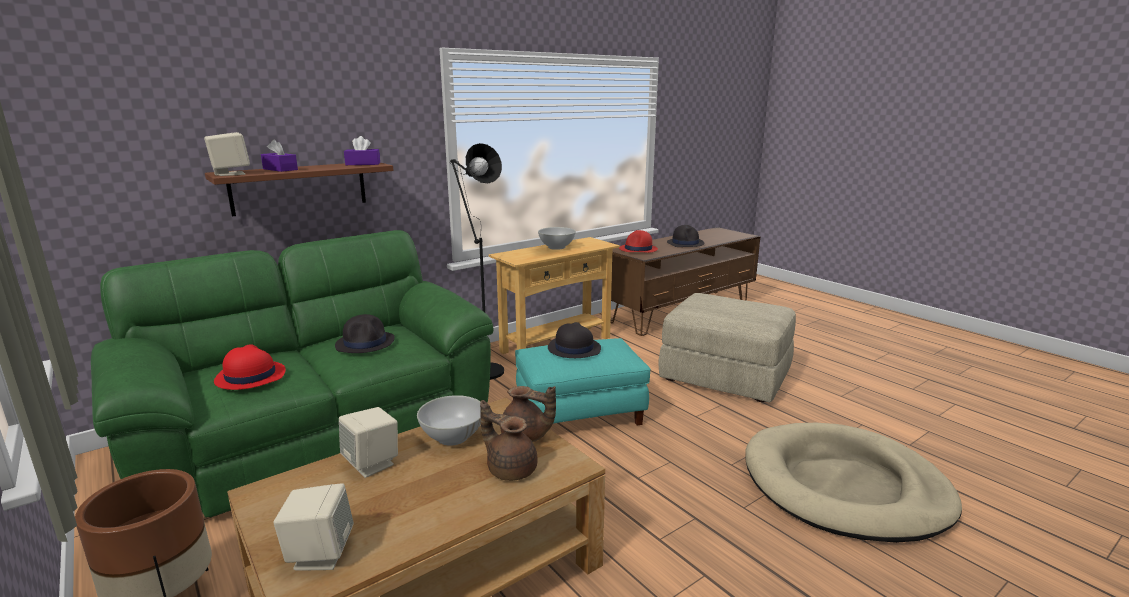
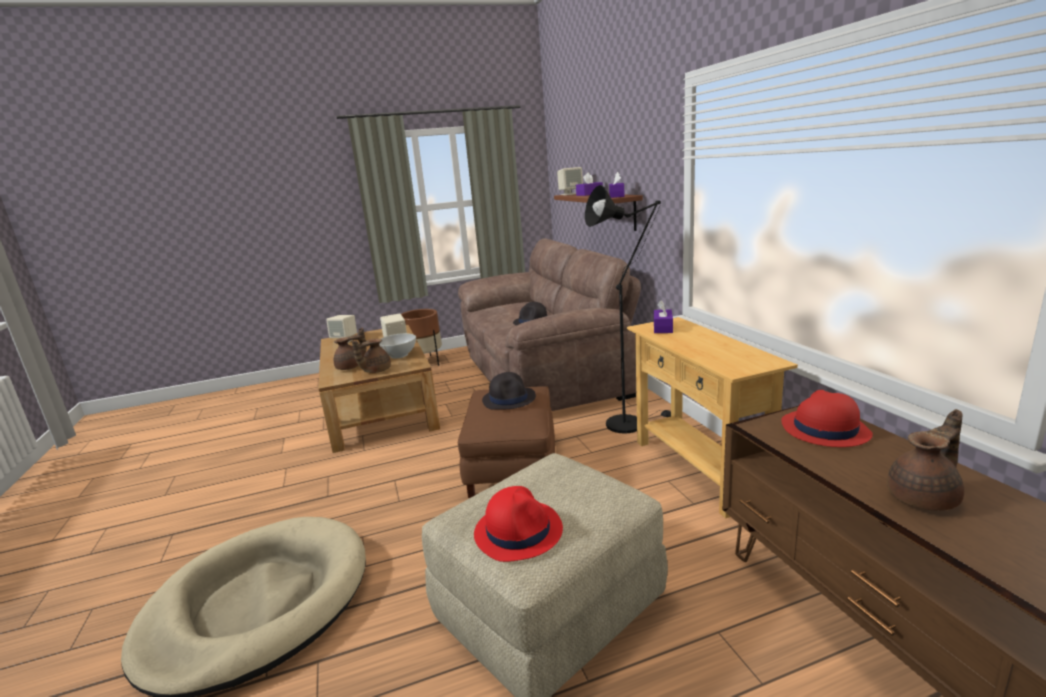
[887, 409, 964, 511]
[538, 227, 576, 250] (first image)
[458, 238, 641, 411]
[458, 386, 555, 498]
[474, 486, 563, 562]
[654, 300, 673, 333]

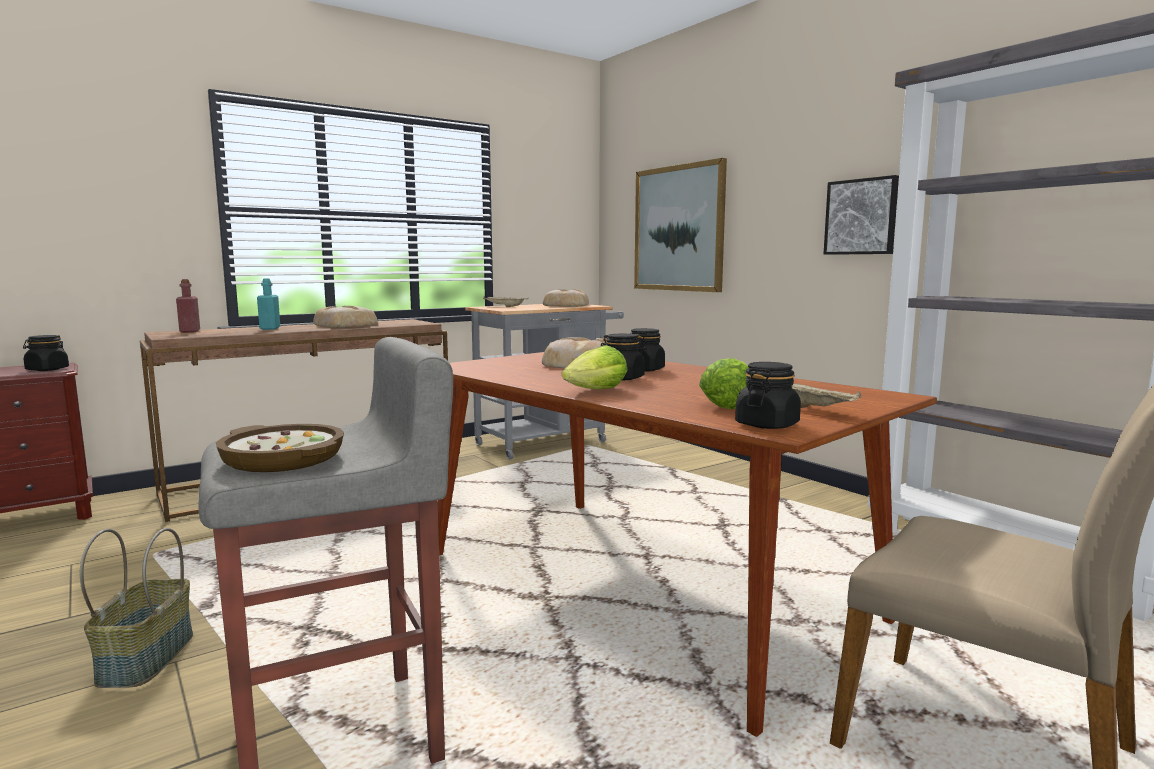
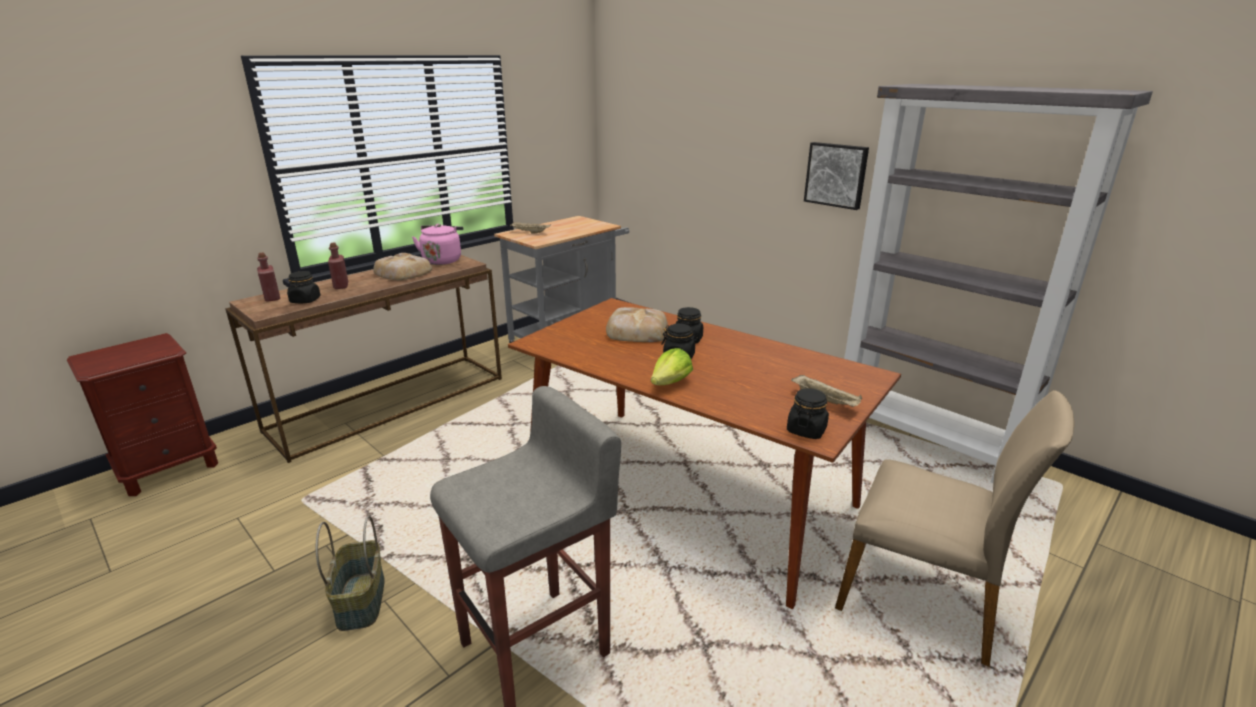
[634, 158, 727, 292] (first image)
[328, 242, 348, 289]
[543, 289, 589, 307] (first image)
[287, 271, 321, 303]
[699, 358, 749, 409] (first image)
[216, 424, 344, 472] (first image)
[412, 224, 463, 265]

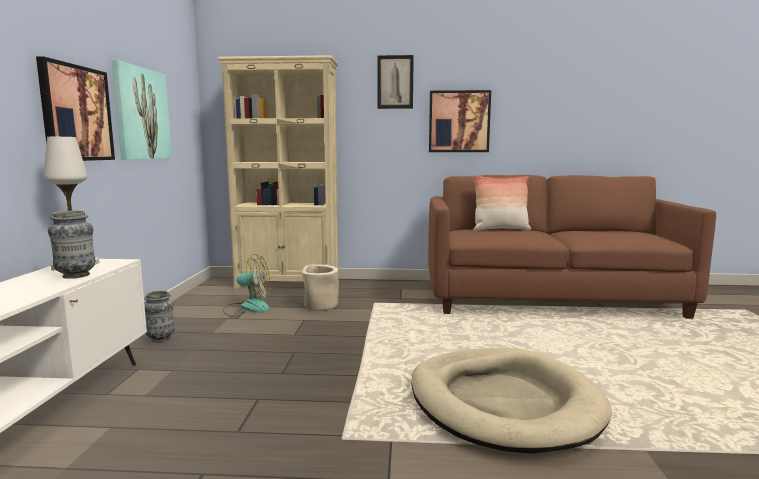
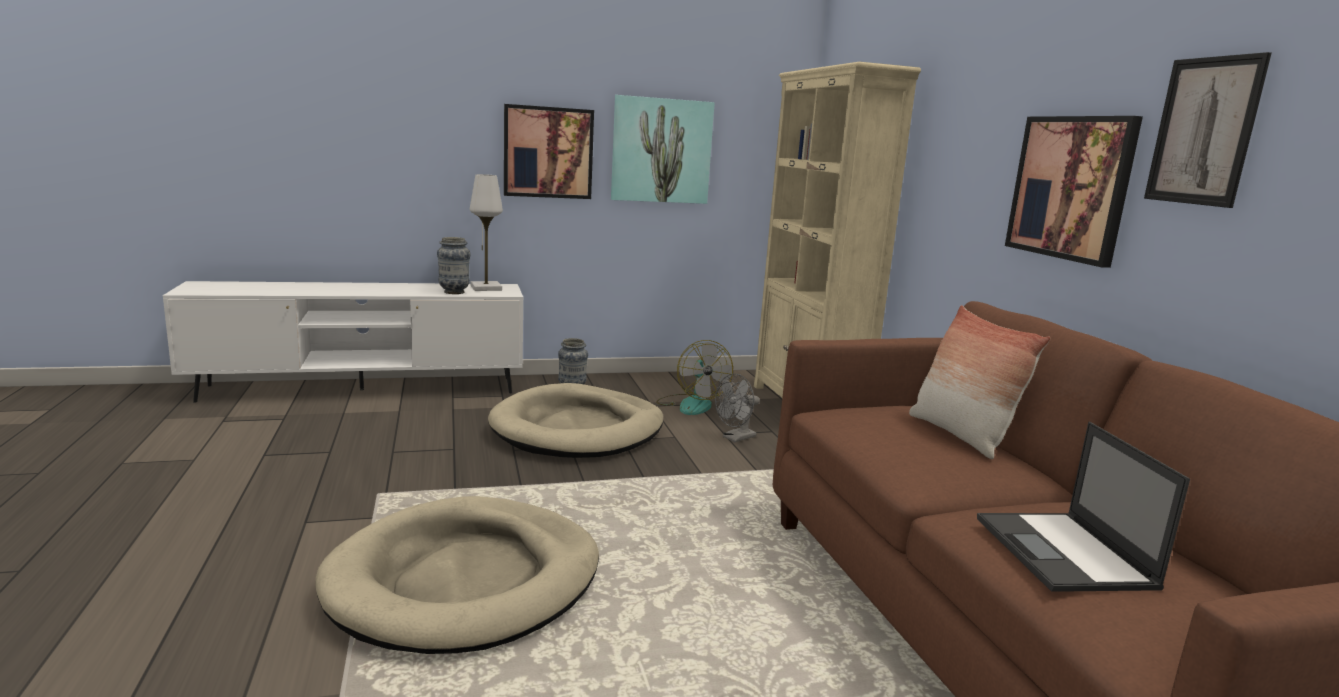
[1144, 52, 1271, 208]
[715, 374, 760, 442]
[488, 383, 663, 458]
[977, 422, 1190, 592]

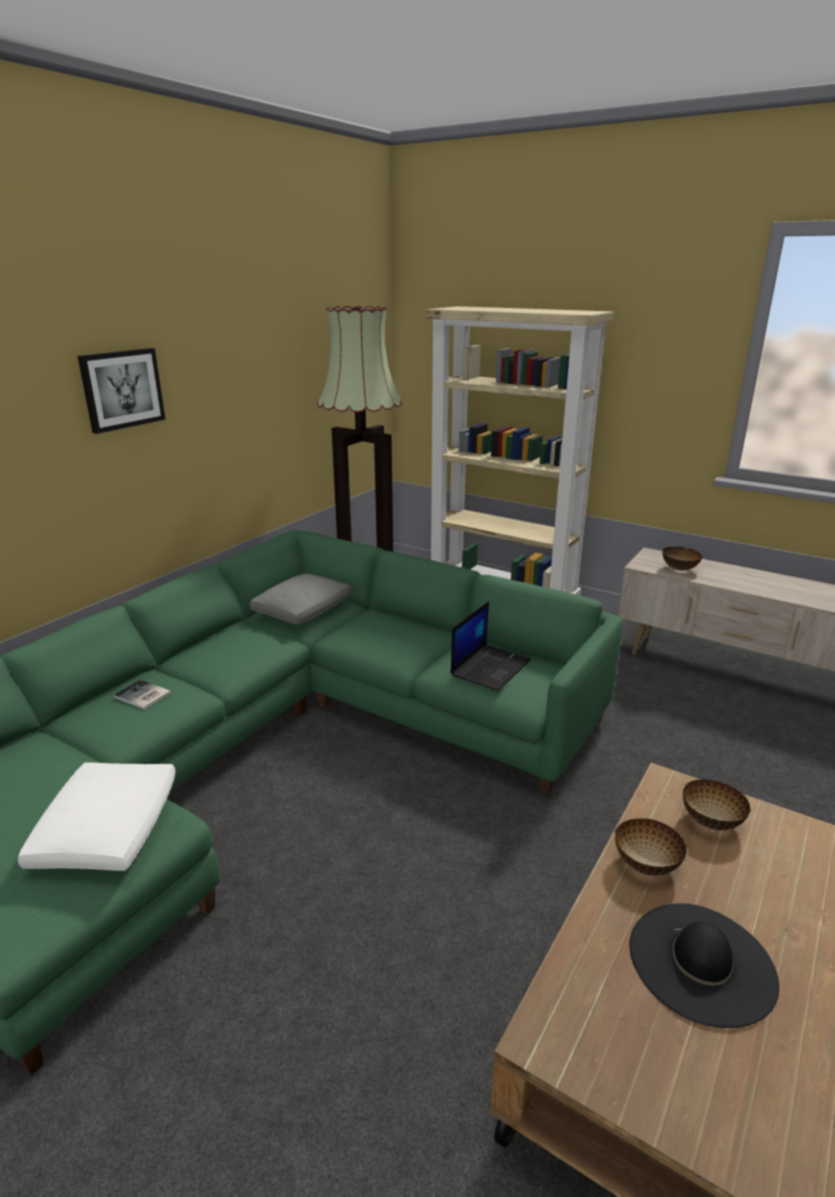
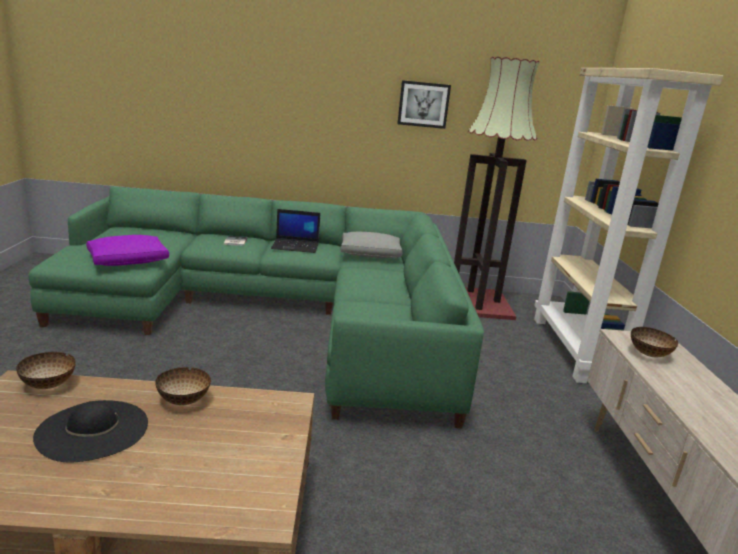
[397, 80, 451, 129]
[271, 209, 320, 253]
[86, 235, 169, 266]
[16, 352, 76, 389]

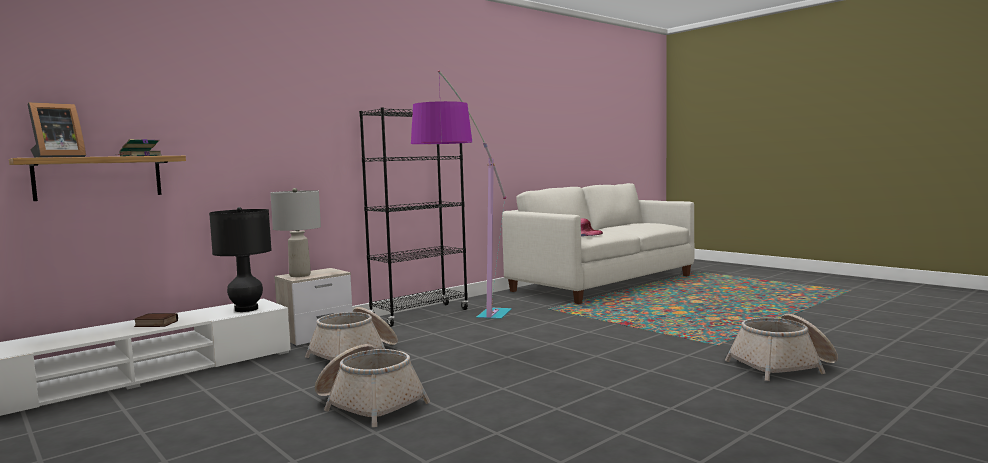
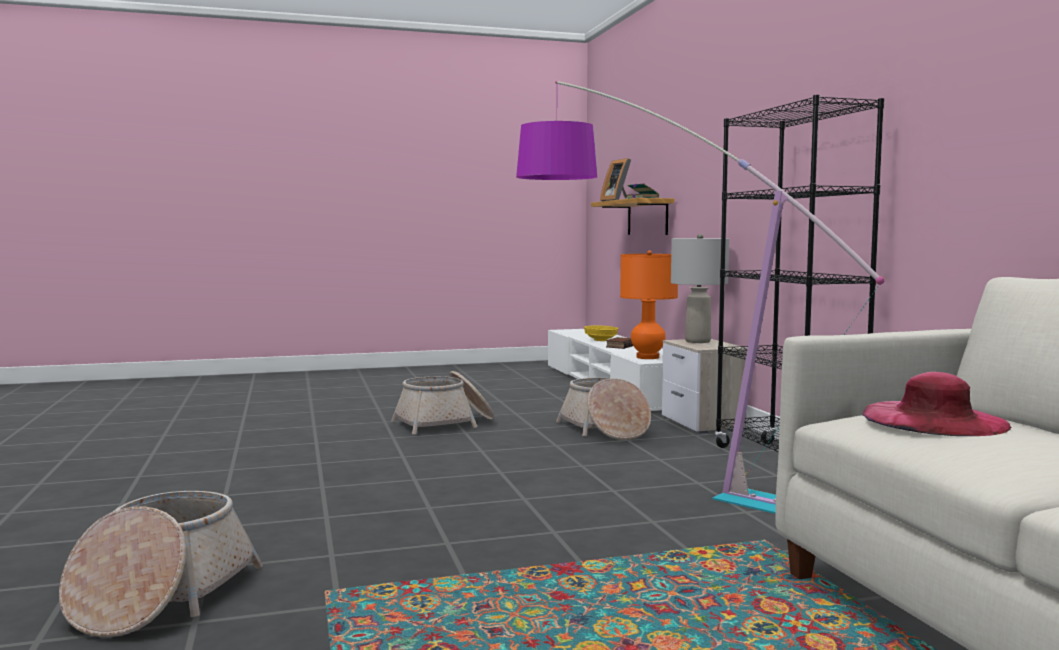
[620, 250, 678, 359]
[584, 326, 618, 341]

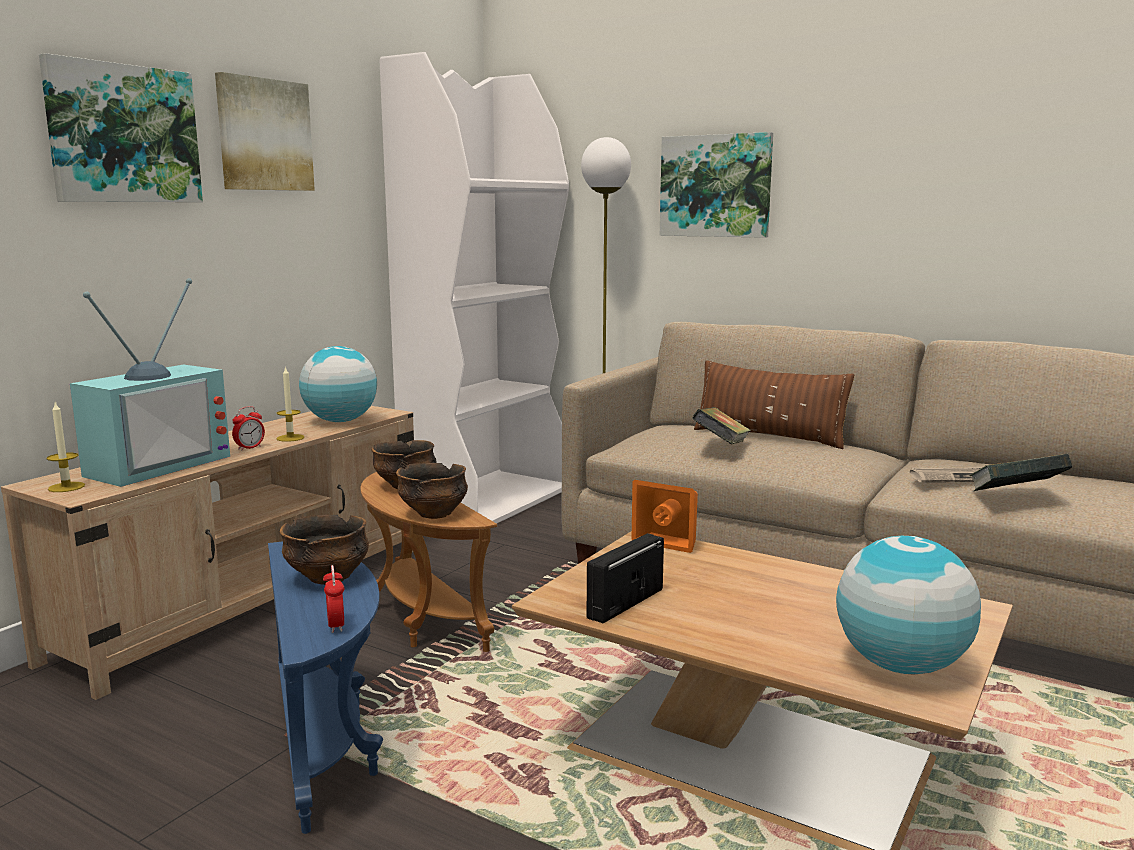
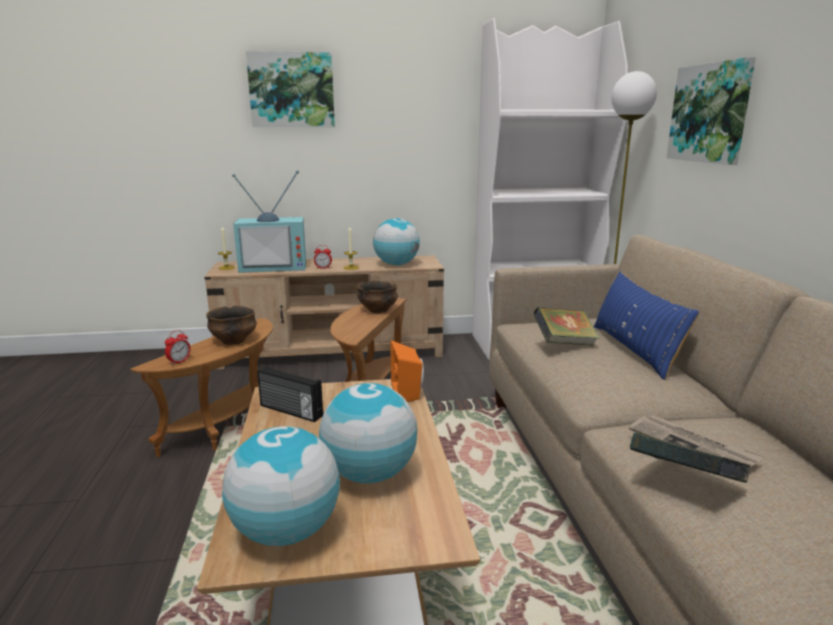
[215, 72, 315, 191] (first image)
[594, 271, 700, 380]
[396, 463, 468, 519] (first image)
[257, 366, 323, 422]
[130, 318, 273, 457]
[319, 383, 417, 483]

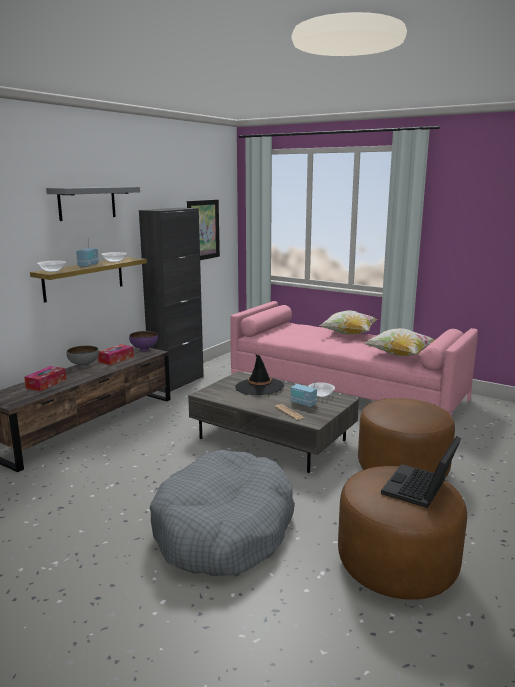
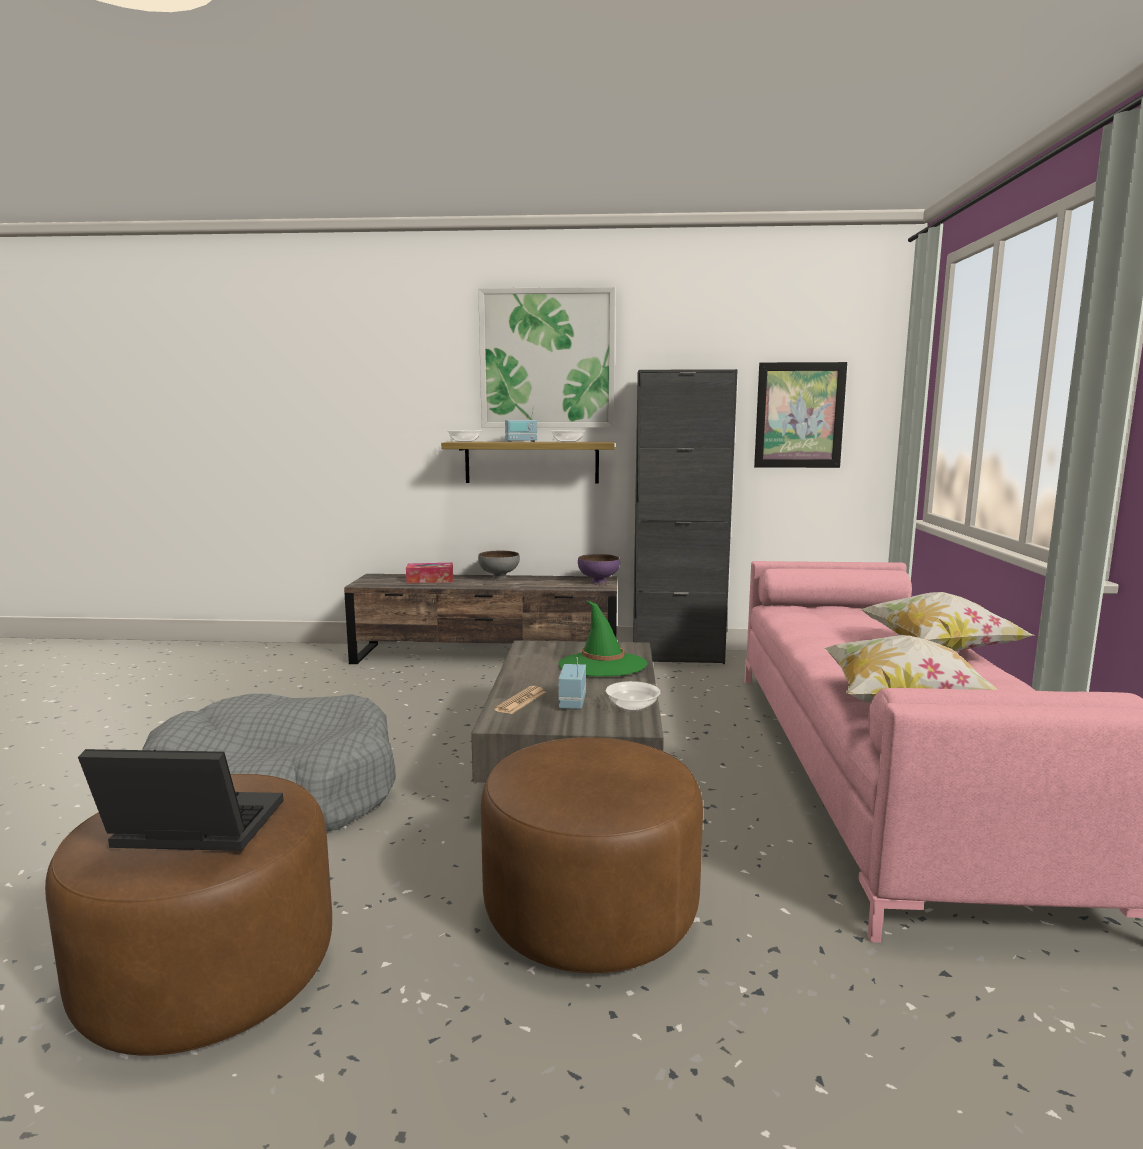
[478, 287, 615, 428]
[98, 344, 134, 365] (first image)
[558, 601, 648, 676]

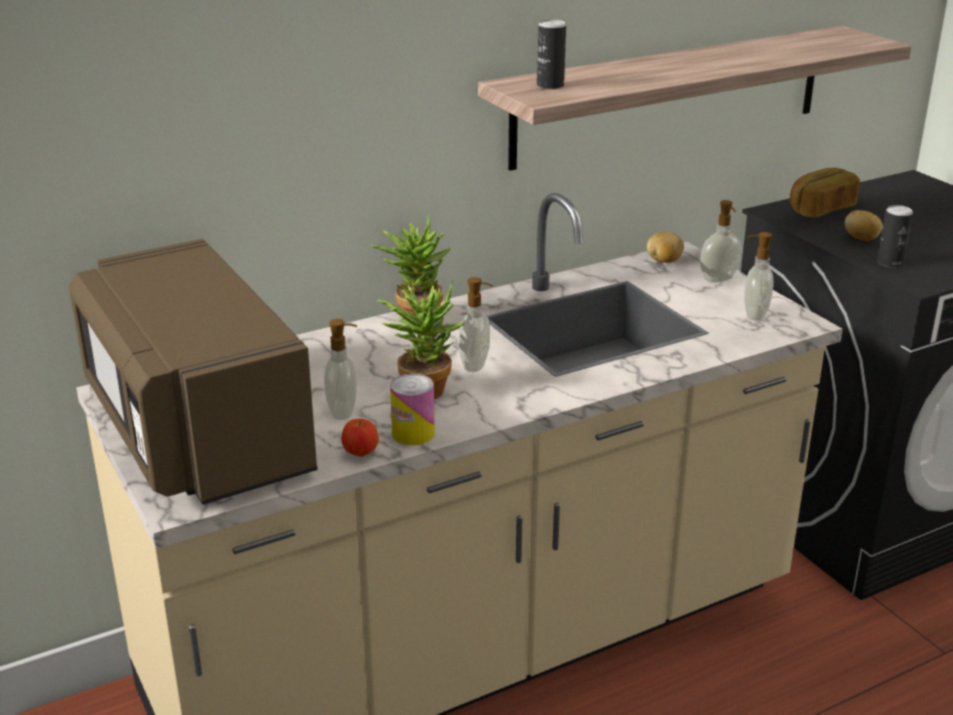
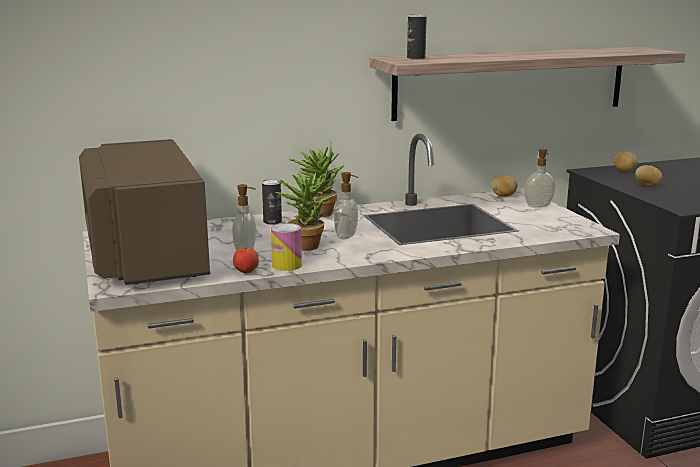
[614, 151, 638, 172]
[262, 179, 282, 225]
[744, 232, 774, 321] (first image)

